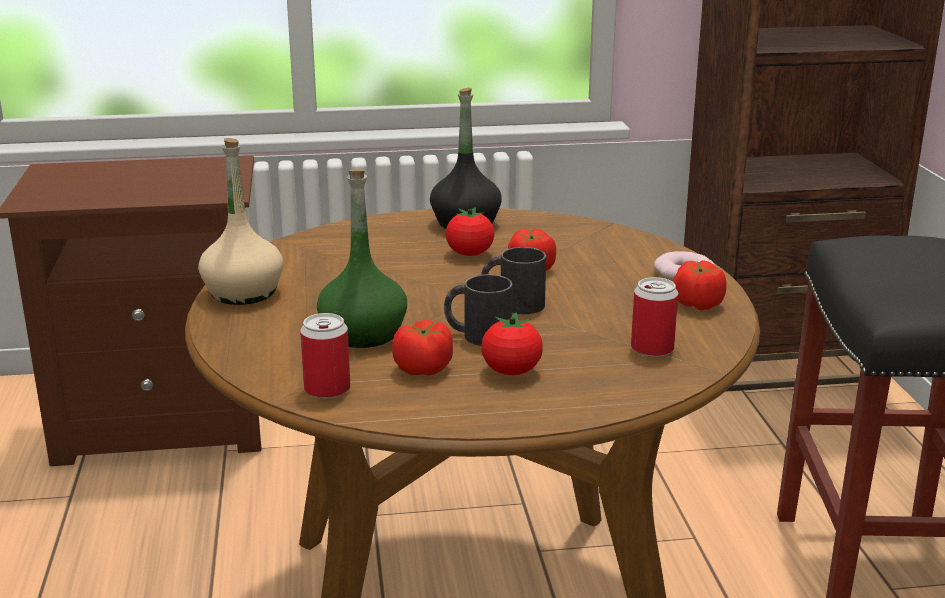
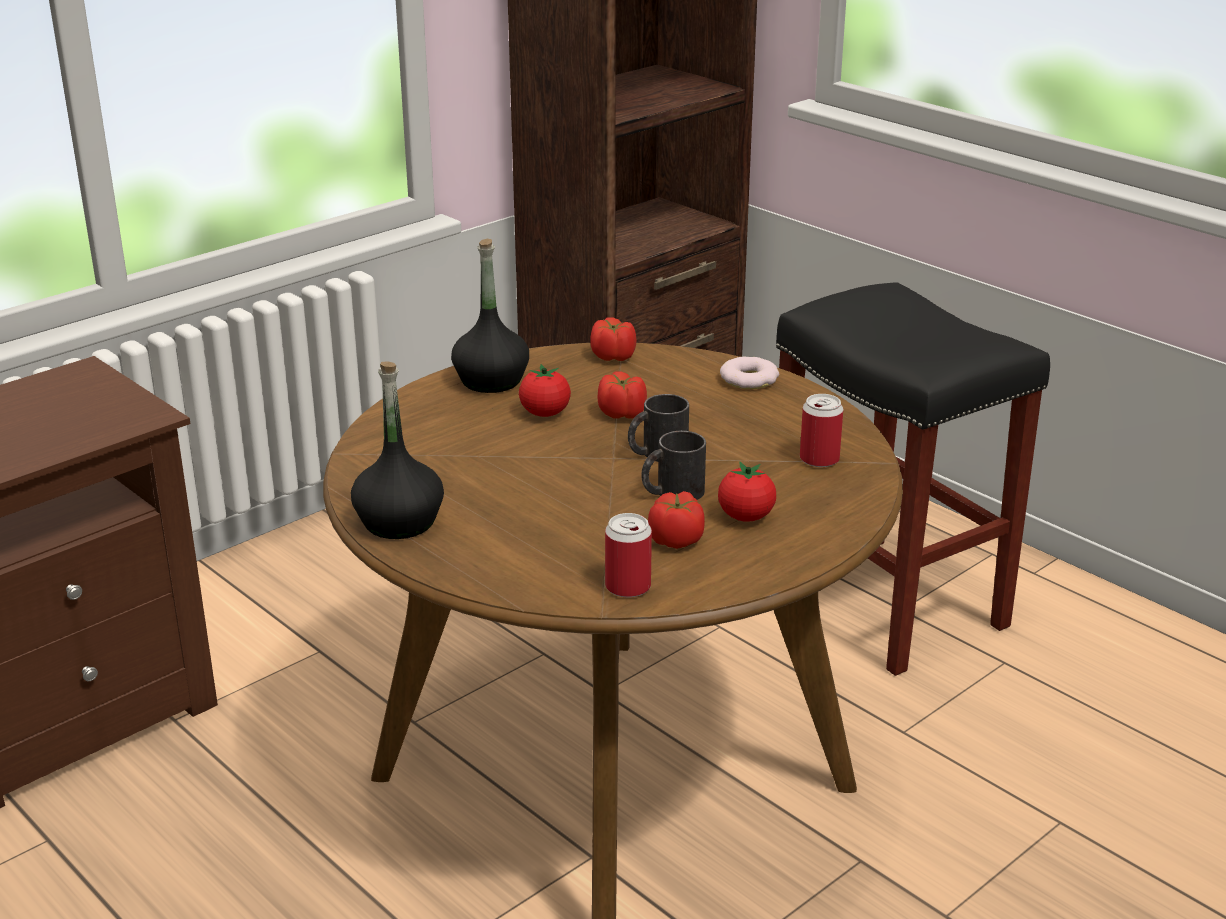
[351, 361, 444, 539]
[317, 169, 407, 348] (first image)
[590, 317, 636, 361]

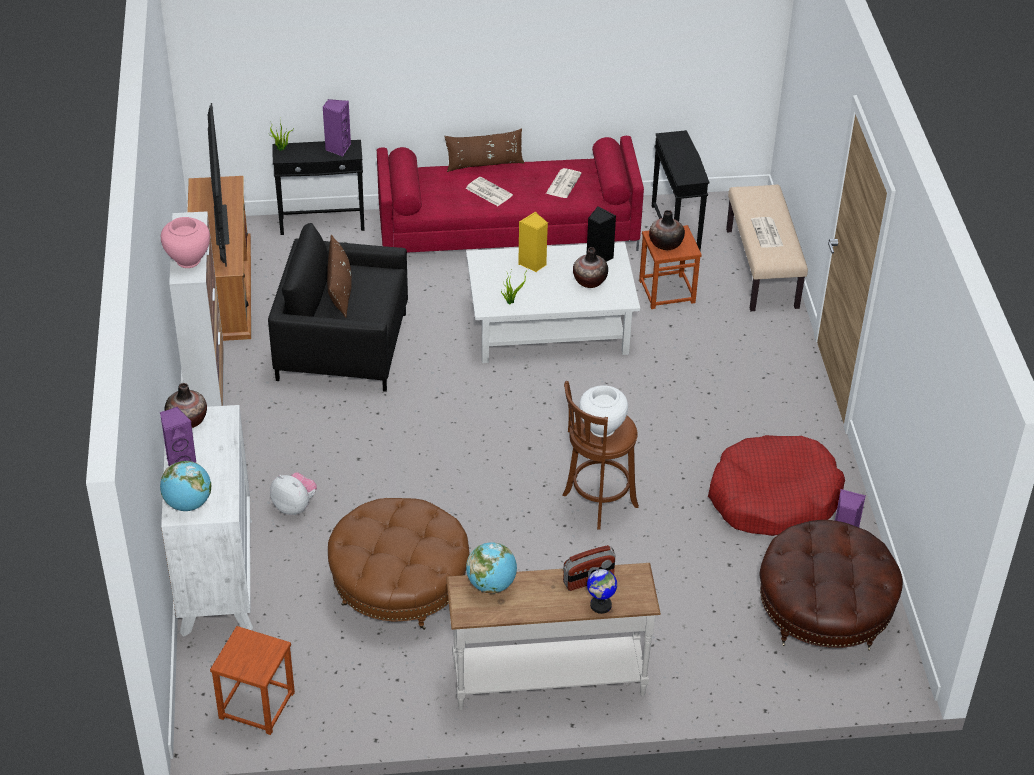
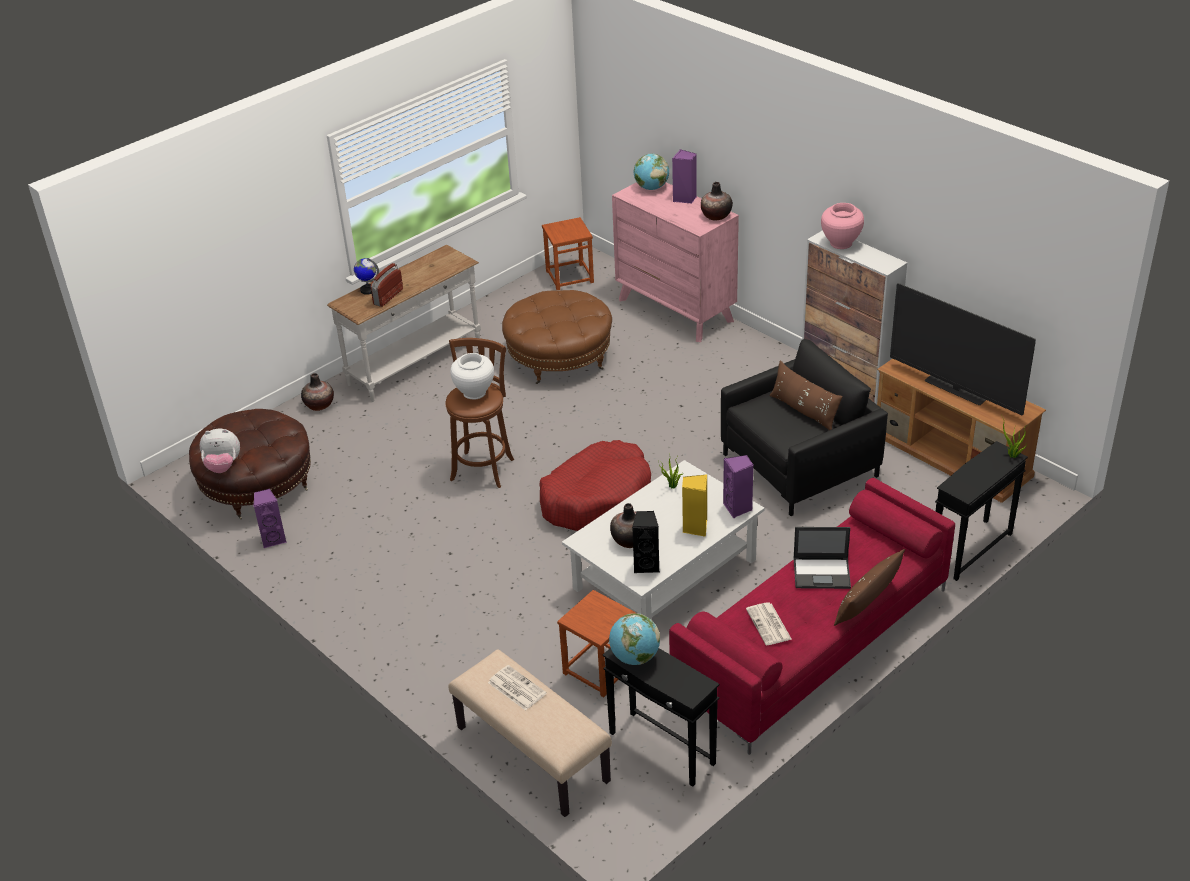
[723, 455, 753, 518]
[794, 527, 851, 589]
[301, 373, 334, 411]
[612, 182, 739, 342]
[540, 440, 651, 531]
[200, 429, 240, 473]
[609, 613, 660, 665]

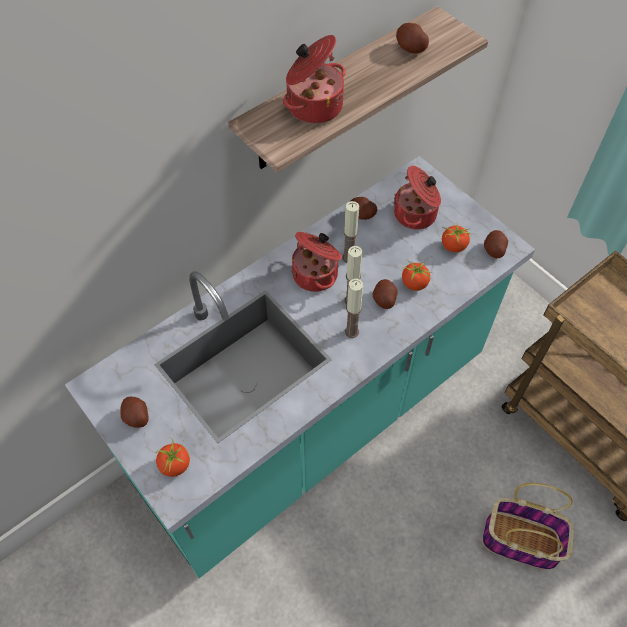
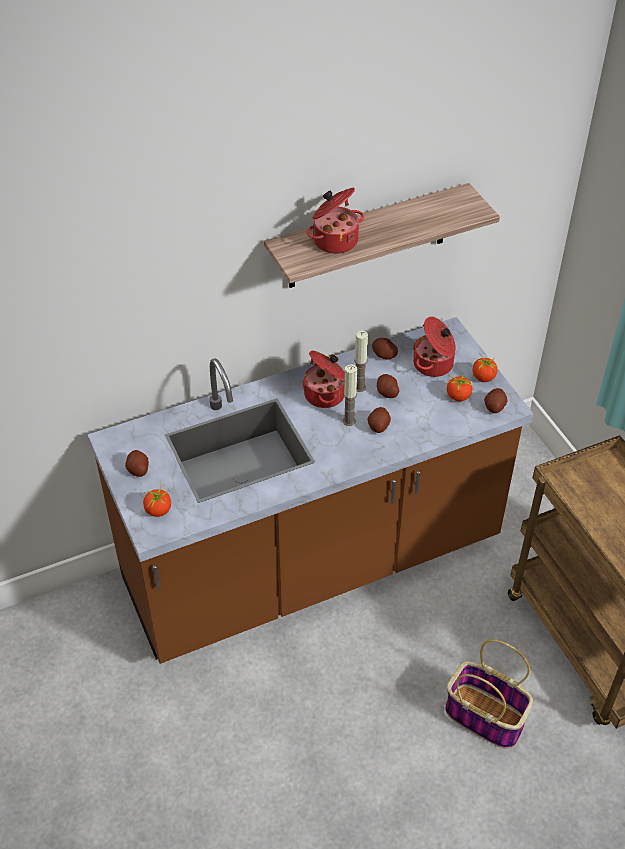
[377, 374, 399, 398]
[88, 317, 534, 664]
[473, 353, 497, 382]
[345, 279, 363, 338] (first image)

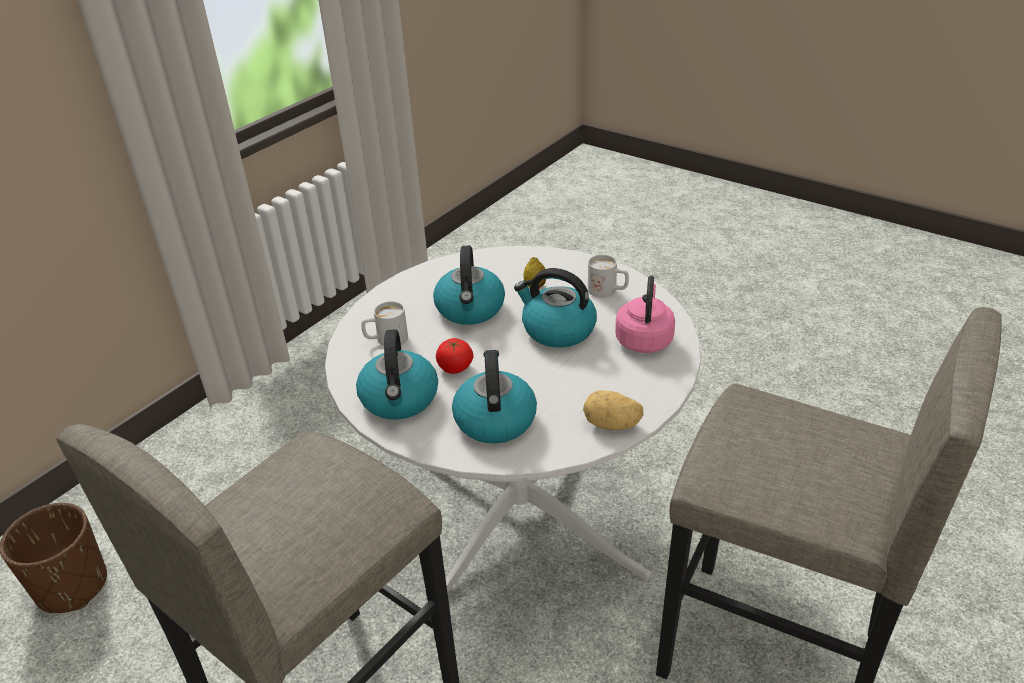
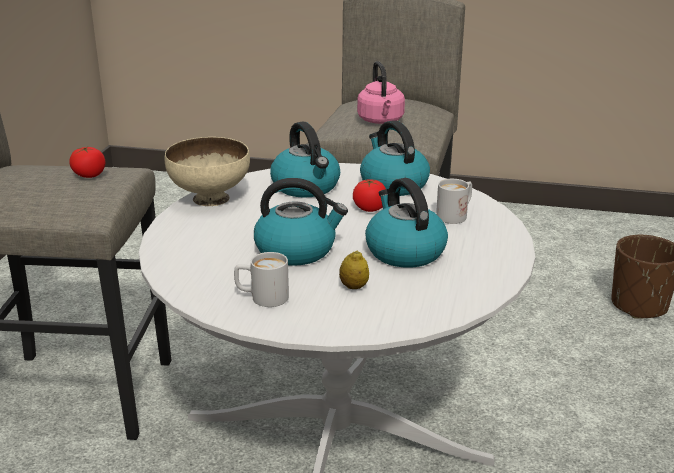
[357, 61, 405, 124]
[164, 137, 250, 206]
[69, 147, 106, 178]

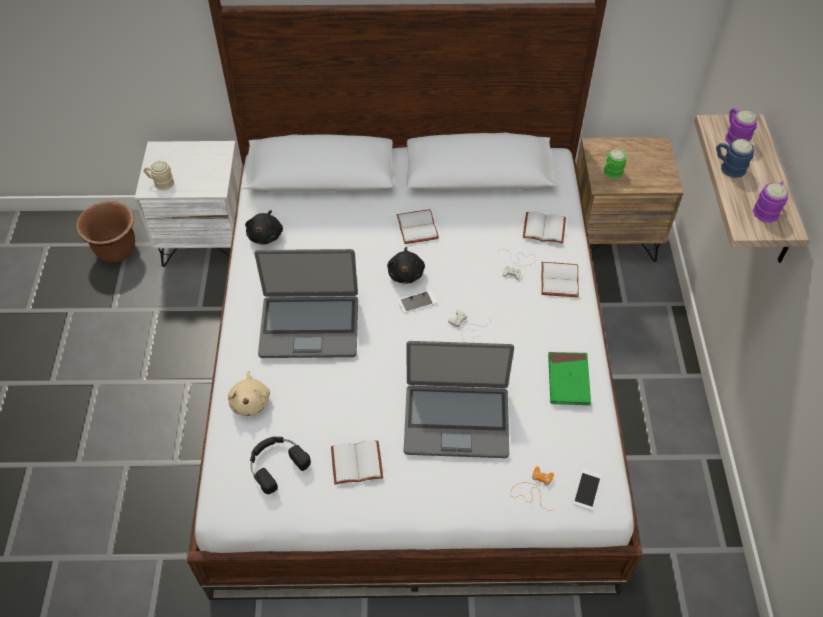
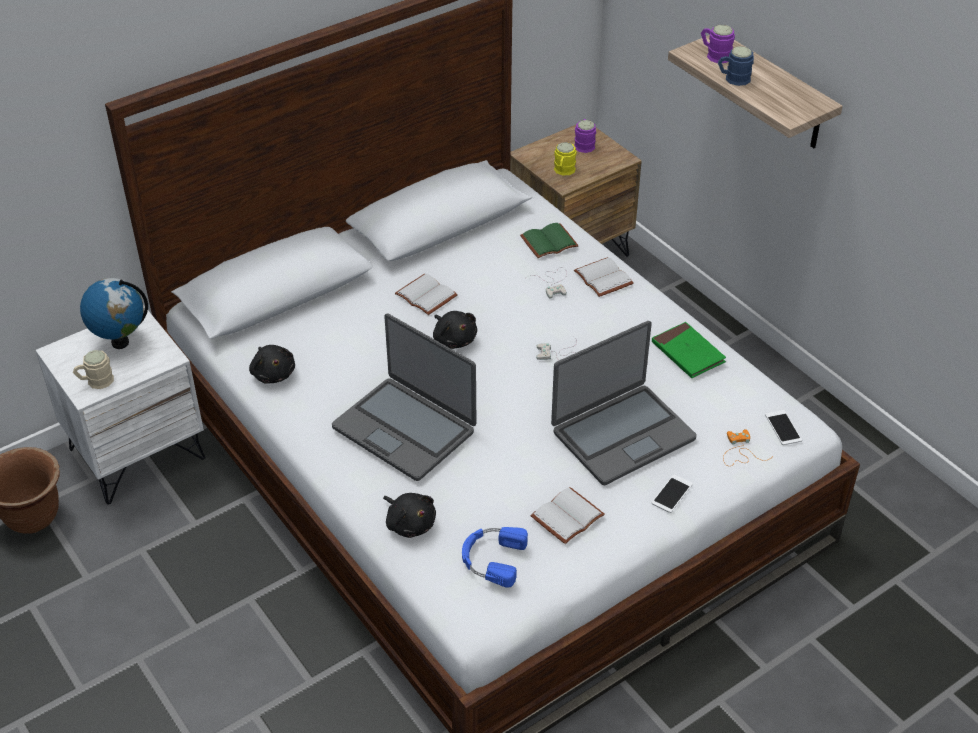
[554, 142, 577, 175]
[574, 119, 596, 153]
[520, 223, 579, 258]
[332, 313, 476, 481]
[651, 474, 693, 513]
[383, 493, 436, 538]
[462, 527, 528, 588]
[80, 278, 148, 349]

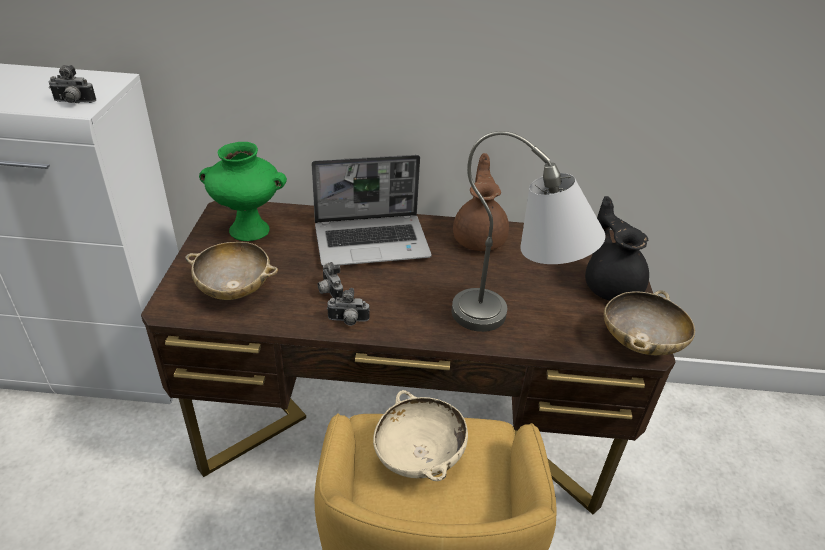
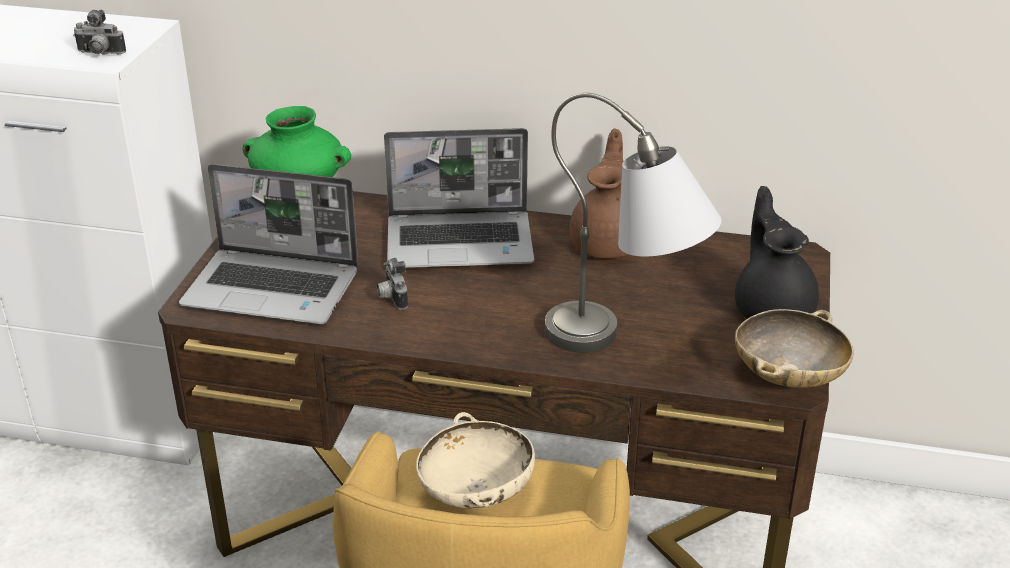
[179, 164, 358, 324]
[327, 288, 370, 326] (first image)

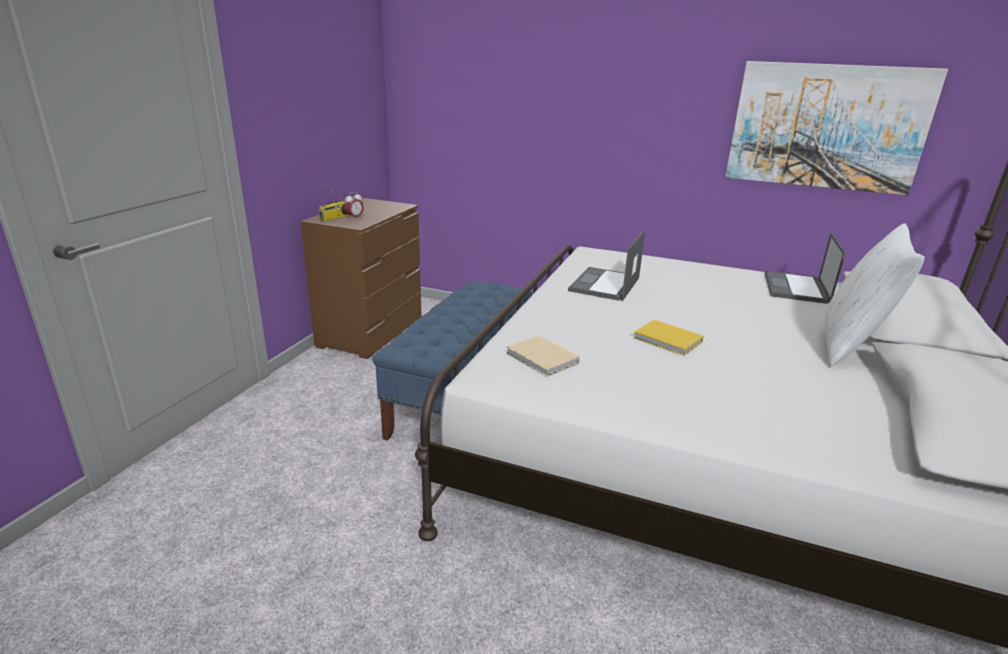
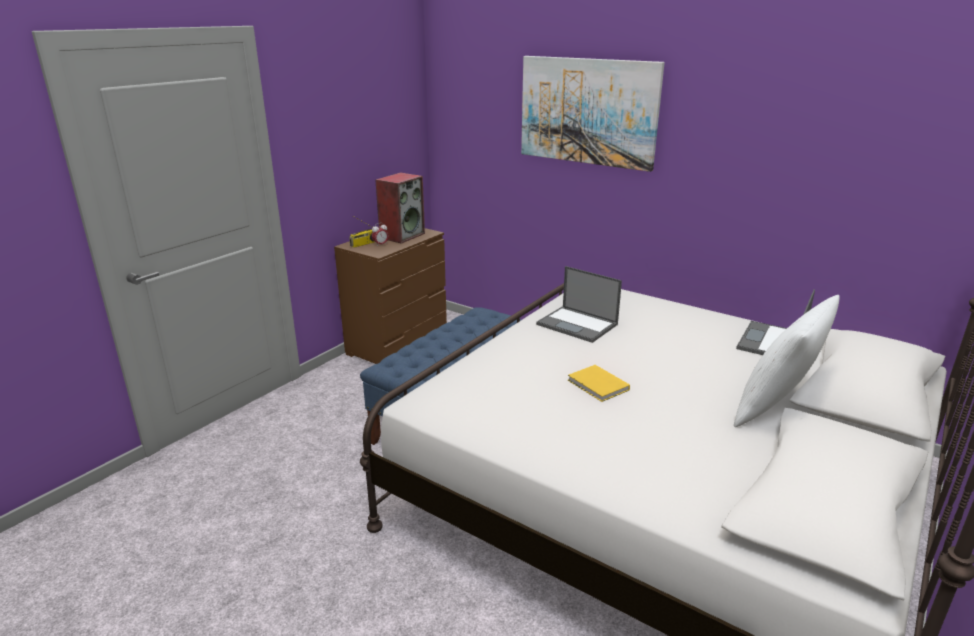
[521, 56, 665, 172]
[536, 266, 622, 343]
[506, 335, 580, 377] (first image)
[376, 172, 425, 244]

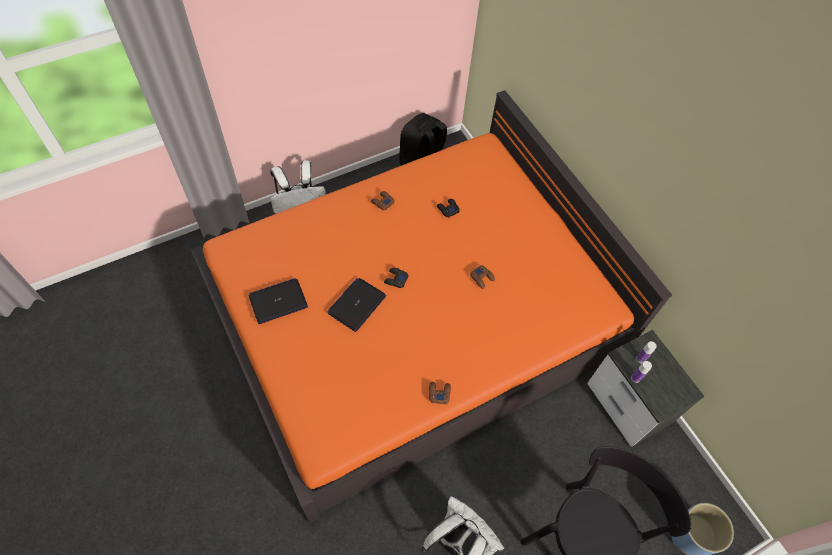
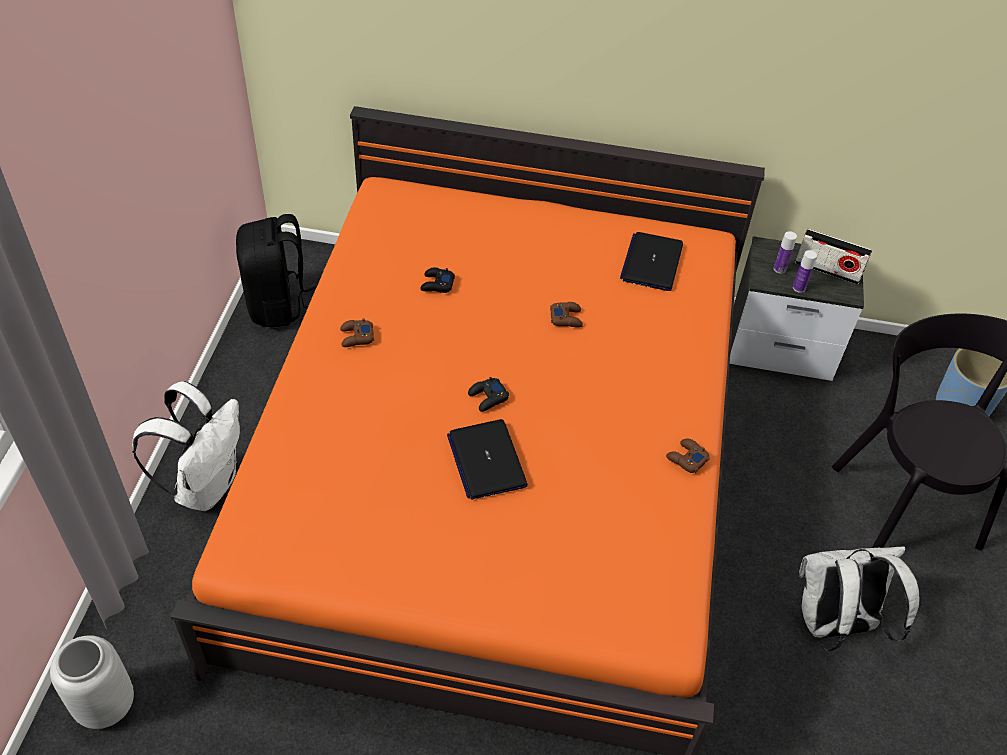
[620, 232, 683, 291]
[795, 229, 872, 285]
[50, 635, 134, 729]

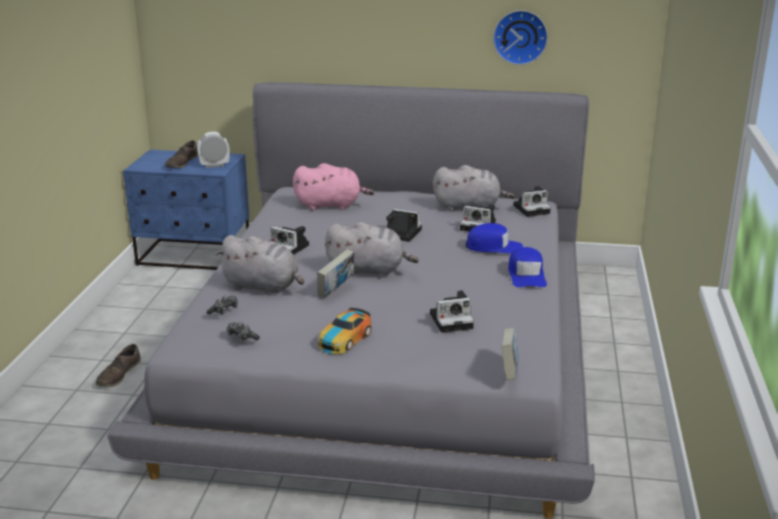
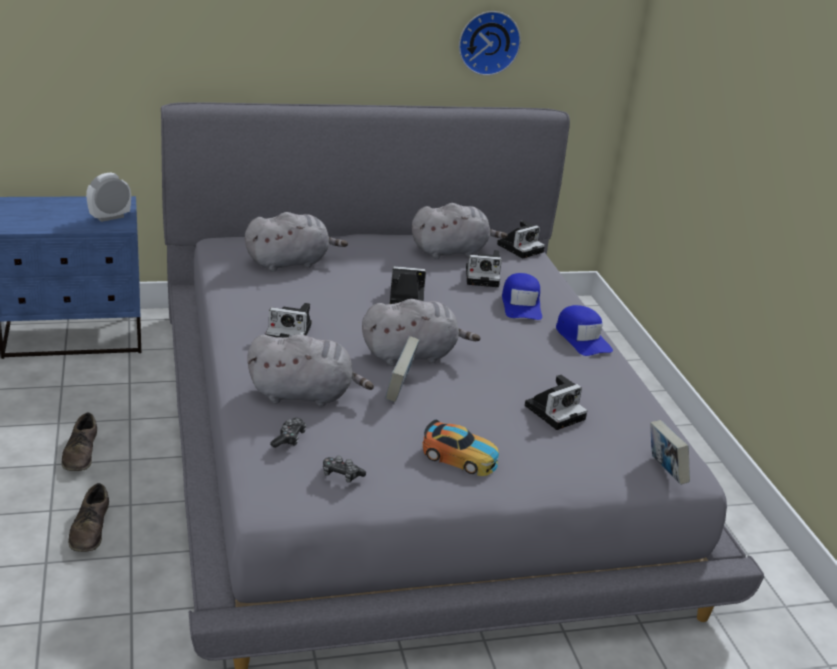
[61, 413, 97, 471]
[245, 212, 348, 272]
[502, 273, 542, 320]
[422, 419, 499, 476]

